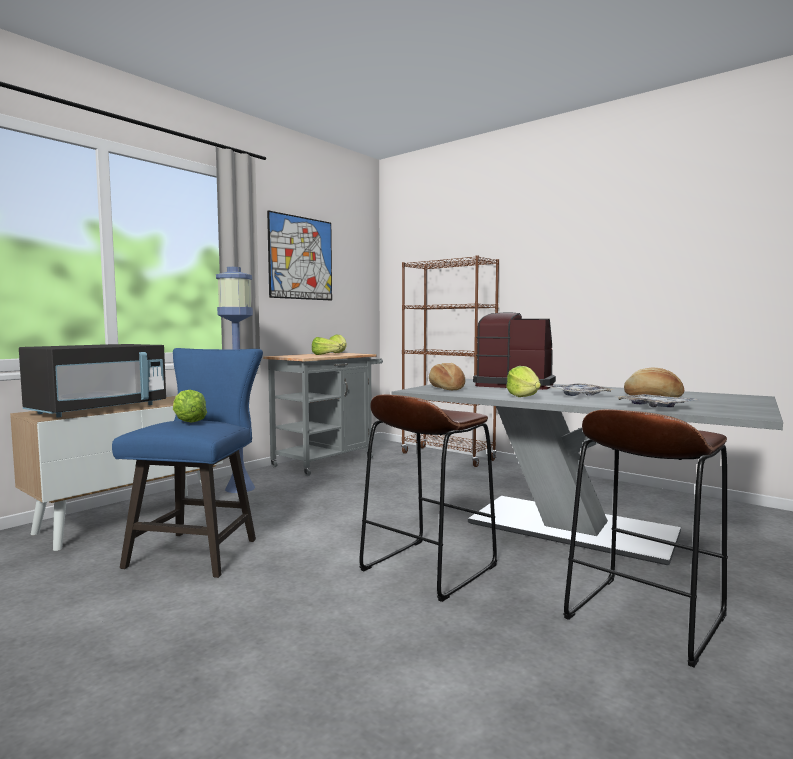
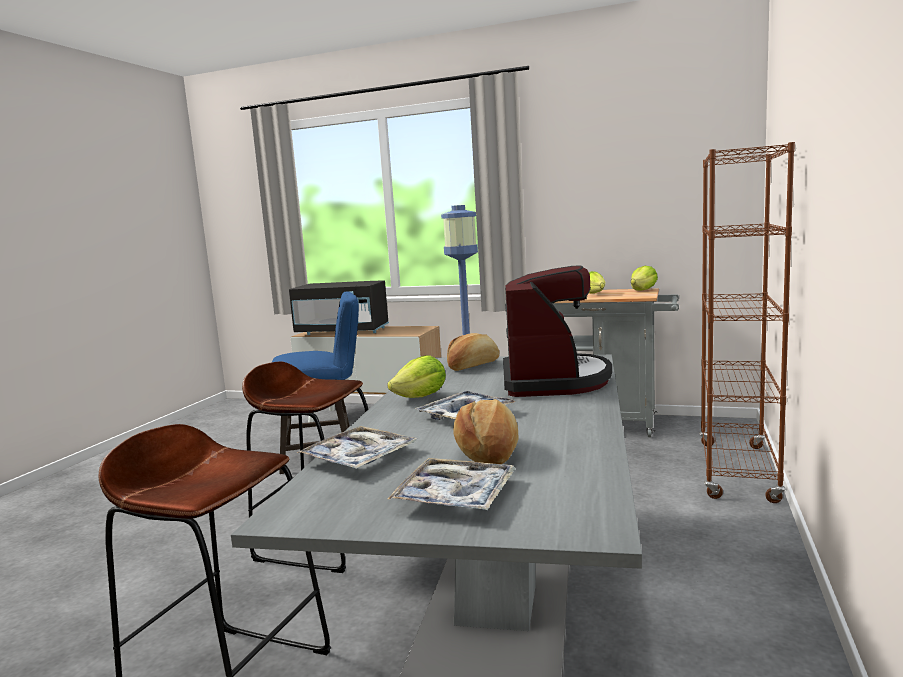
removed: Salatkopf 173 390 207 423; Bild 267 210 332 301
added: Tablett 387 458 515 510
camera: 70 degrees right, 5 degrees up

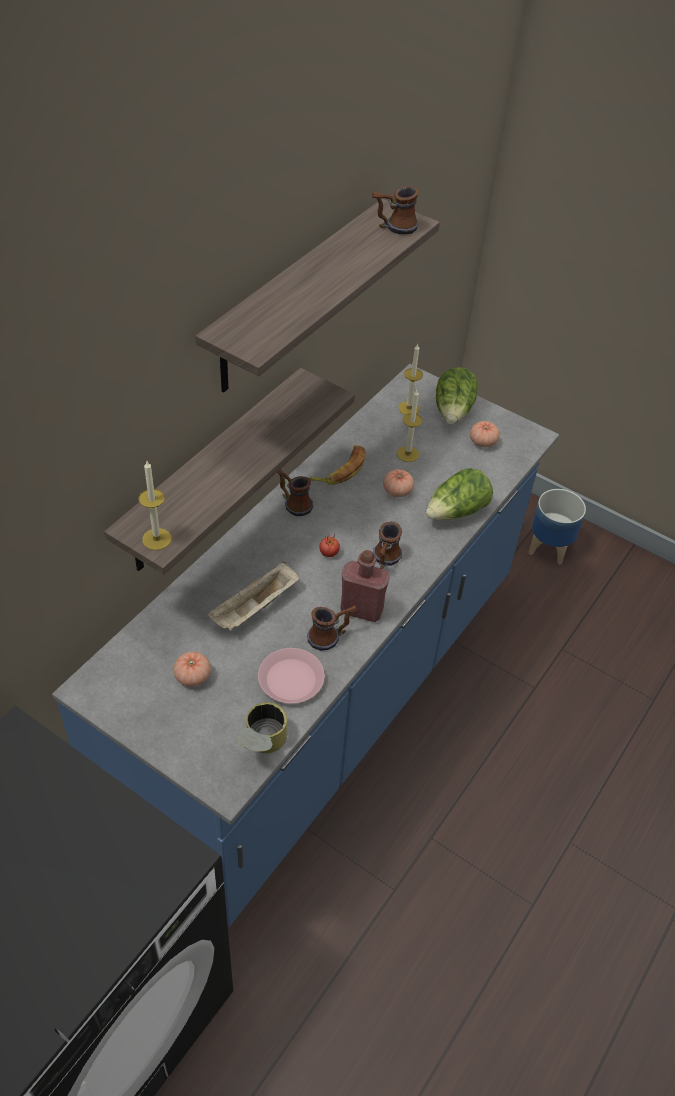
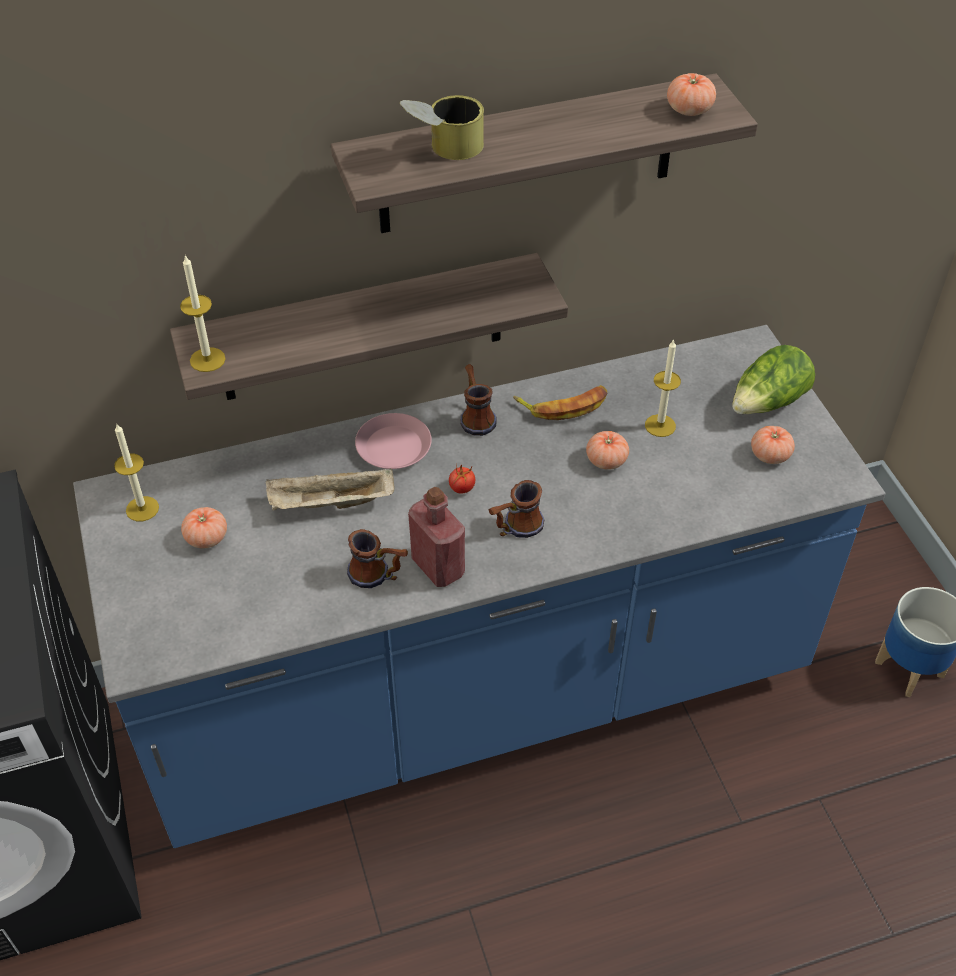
removed: Salatkopf 426 468 493 520
moved: Kerze 398 344 423 415 to 114 424 159 521; Teller (rosa) 258 648 325 704 to 355 413 432 469; Dose 237 702 287 753 to 400 95 484 160
replaced: Henkelbecher 372 186 419 234 to Tomate 667 73 716 116
camera: 40 degrees right, 0 degrees up

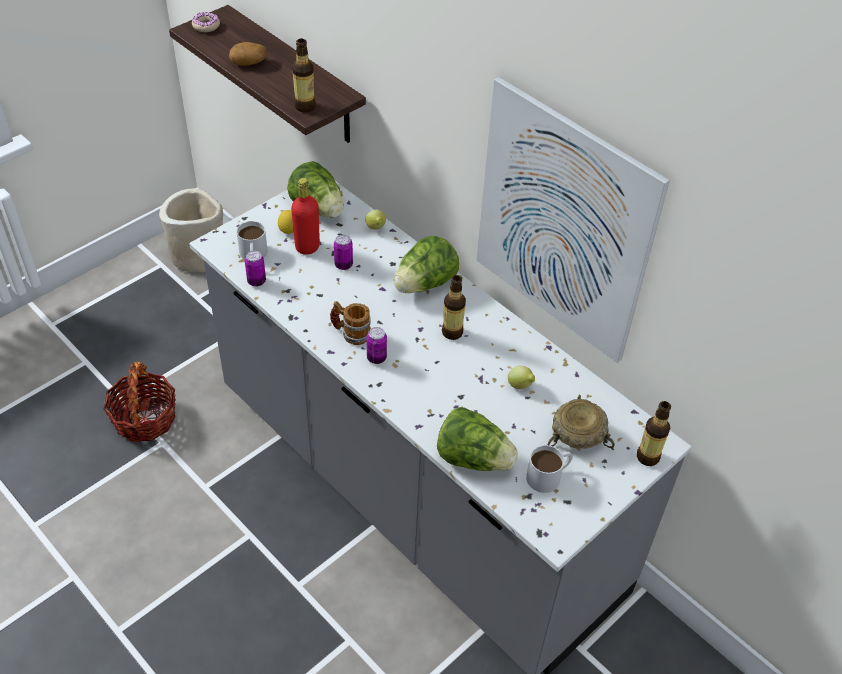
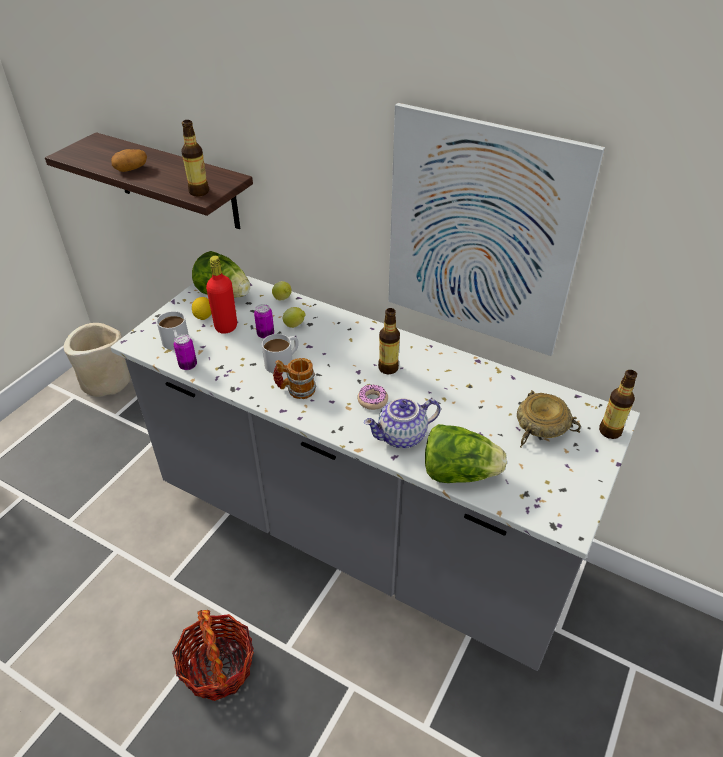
removed: Dose 367 327 387 364; Salatkopf 394 236 459 293
added: Teekanne 364 398 441 448
moved: Korb 103 362 176 442 to 172 610 254 701; Henkelbecher (weiß) 526 445 573 493 to 262 334 299 373; Zitrone 508 366 535 389 to 283 307 306 328; Donut 192 12 220 32 to 358 385 388 410
camera: 15 degrees left, 5 degrees down

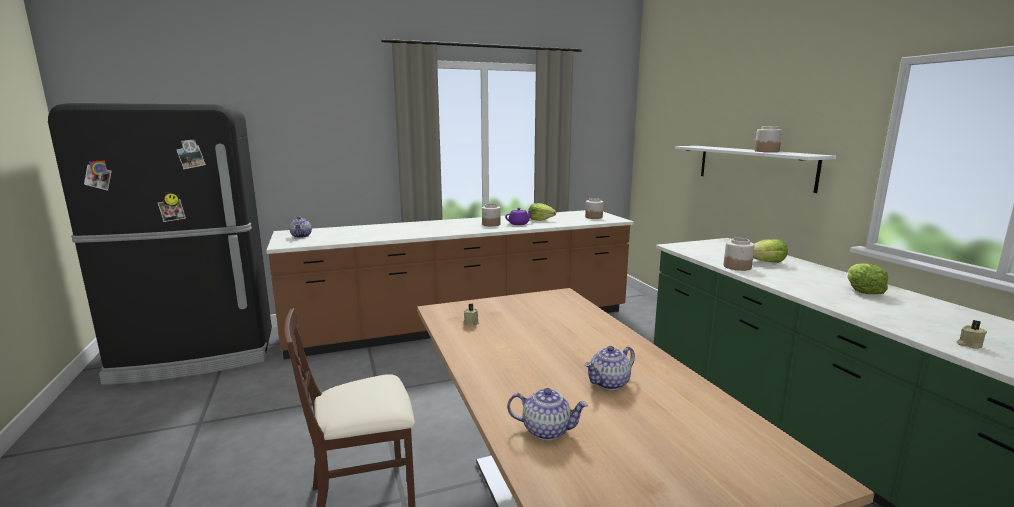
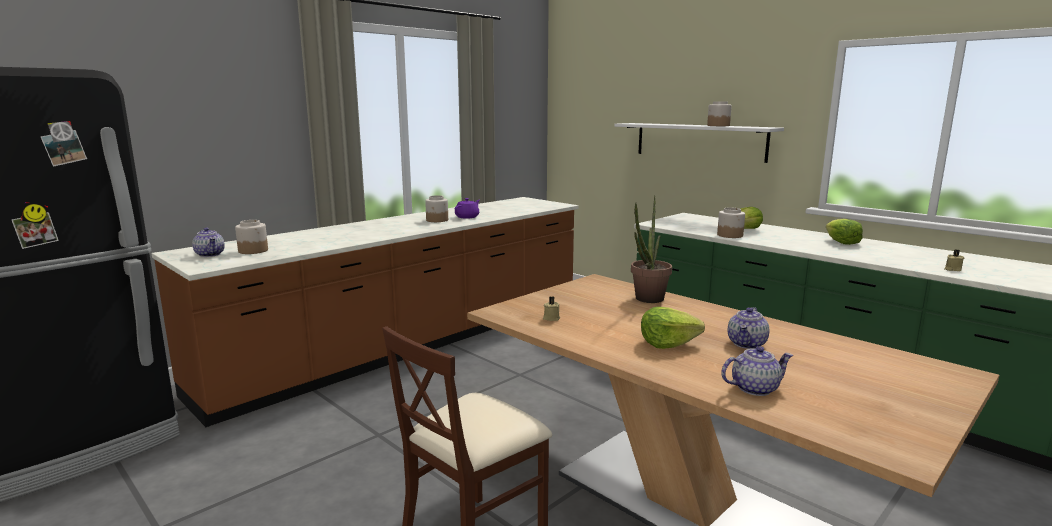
added: Topfpflanze 631 195 672 303
moved: Vorratsglas 585 198 603 219 to 235 220 268 254; Salatkopf 528 203 556 221 to 641 307 705 349
camera: 25 degrees left, 0 degrees up

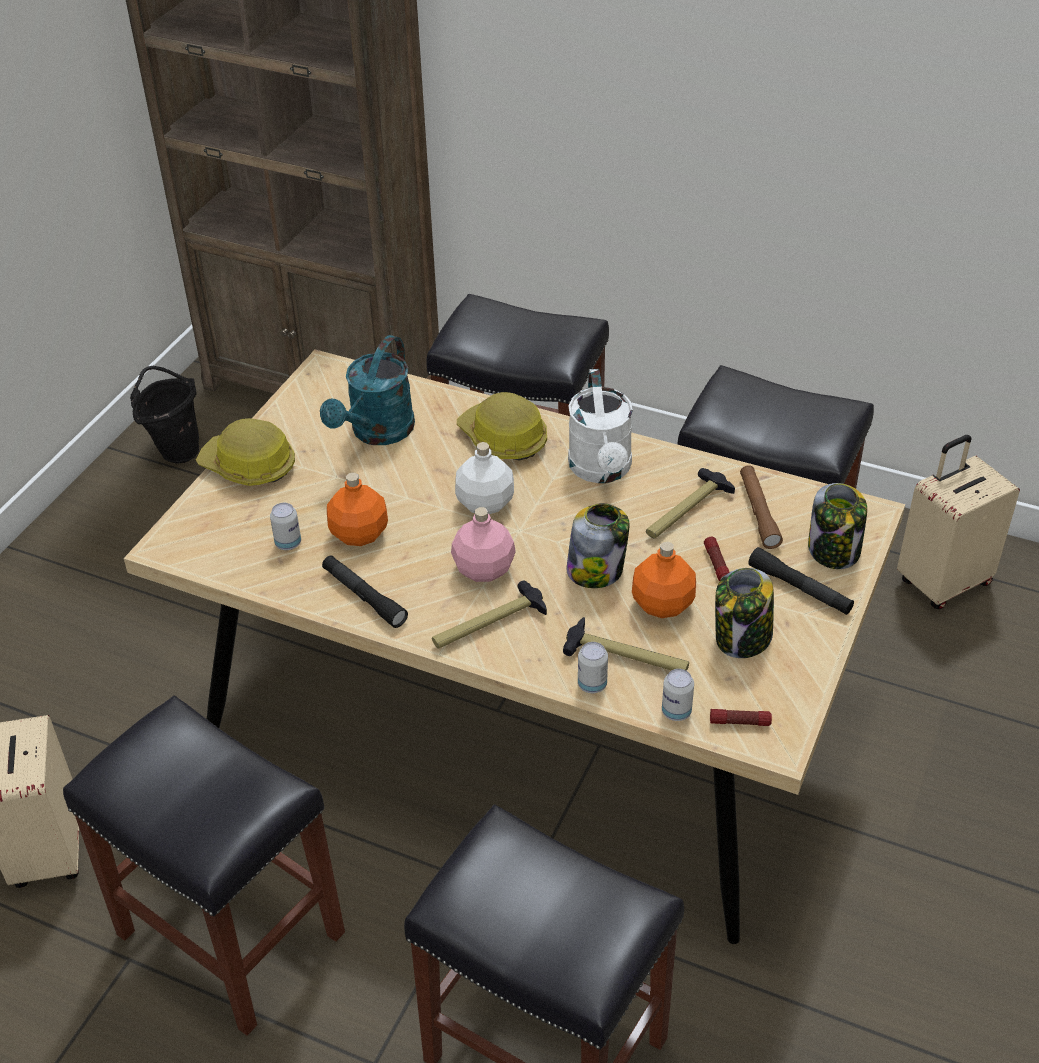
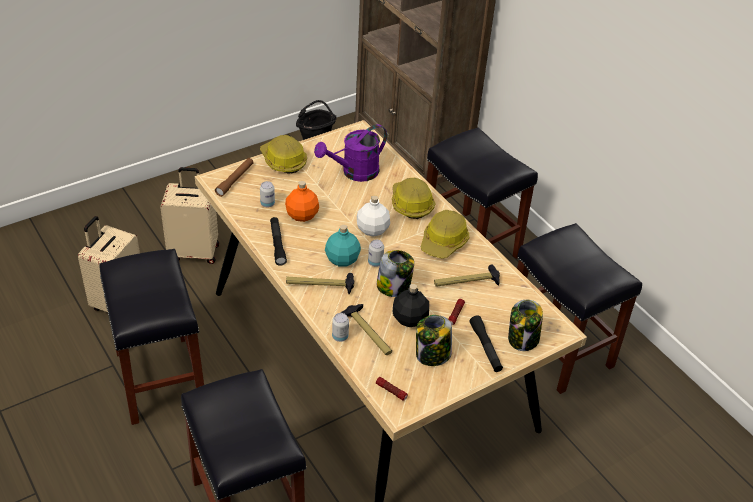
moved: Koffer (beige) 897 435 1020 609 to 160 167 219 264; Taschenlampe (braun) 740 465 783 549 to 215 158 254 197; Dose 662 669 694 721 to 368 240 384 267
replaced: Gießkanne (weiß) 568 369 633 483 to Schutzhelm 421 210 469 259
recoloured: Gießkanne (türkis) 320 335 415 445 to Gießkanne (lila) 314 124 387 182; Flasche (rosa) 451 507 516 582 to Flasche (türkis) 325 225 361 267; Flasche (orange) 632 542 696 618 to Flasche (schwarz) 392 284 429 327
camera: 30 degrees right, 0 degrees up

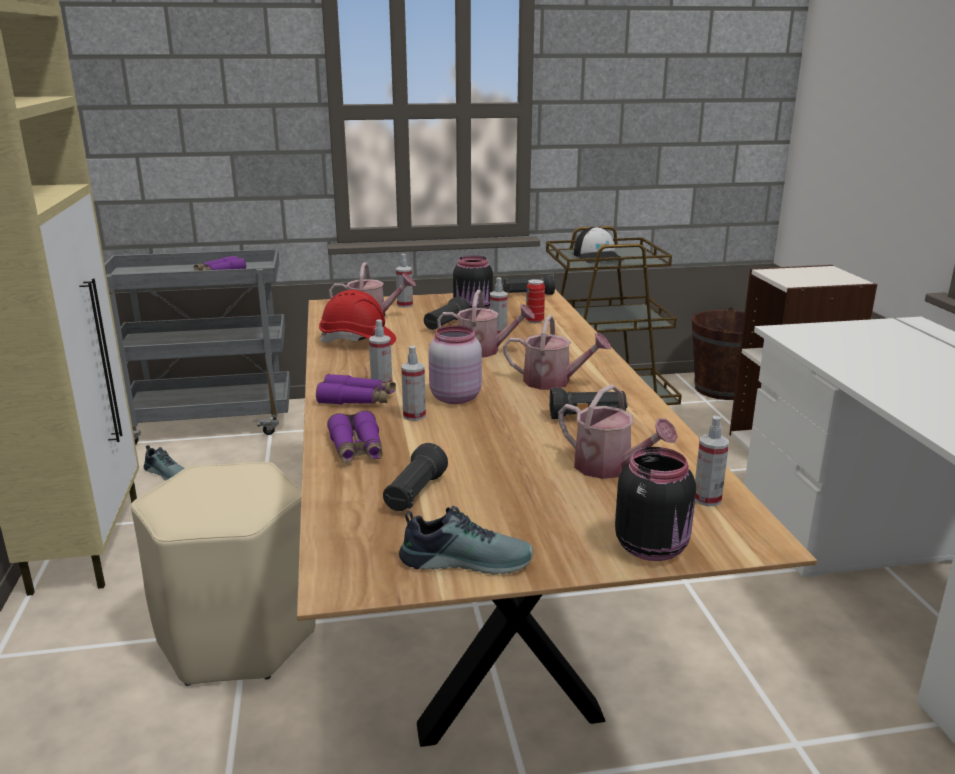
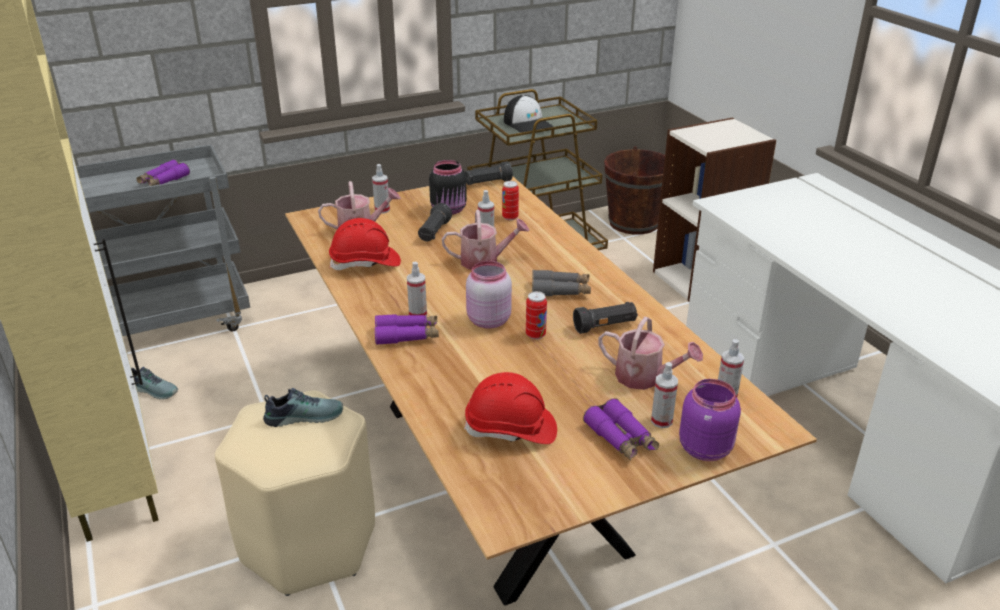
added: Dose 526 291 547 340
moved: Schuh 399 506 533 575 to 263 388 343 427; Fernglas (lila) 327 410 383 463 to 583 398 659 460; Sprühflasche 401 346 426 421 to 651 362 678 428
replaced: Taschenlampe (schwarz) 383 443 448 511 to Schutzhelm (rot) 464 372 557 444; Gießkanne 503 315 611 390 to Fernglas (grau) 532 270 591 297
recoloured: Vorratsglas (schwarz) 615 447 696 561 to Vorratsglas (lila) 679 379 741 461
camera: 15 degrees left, 10 degrees up

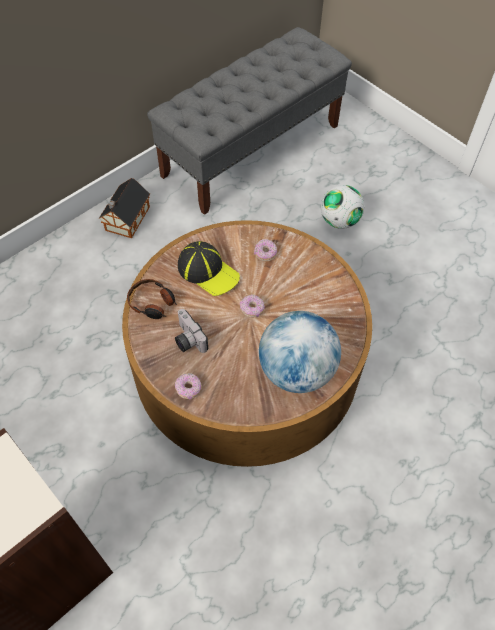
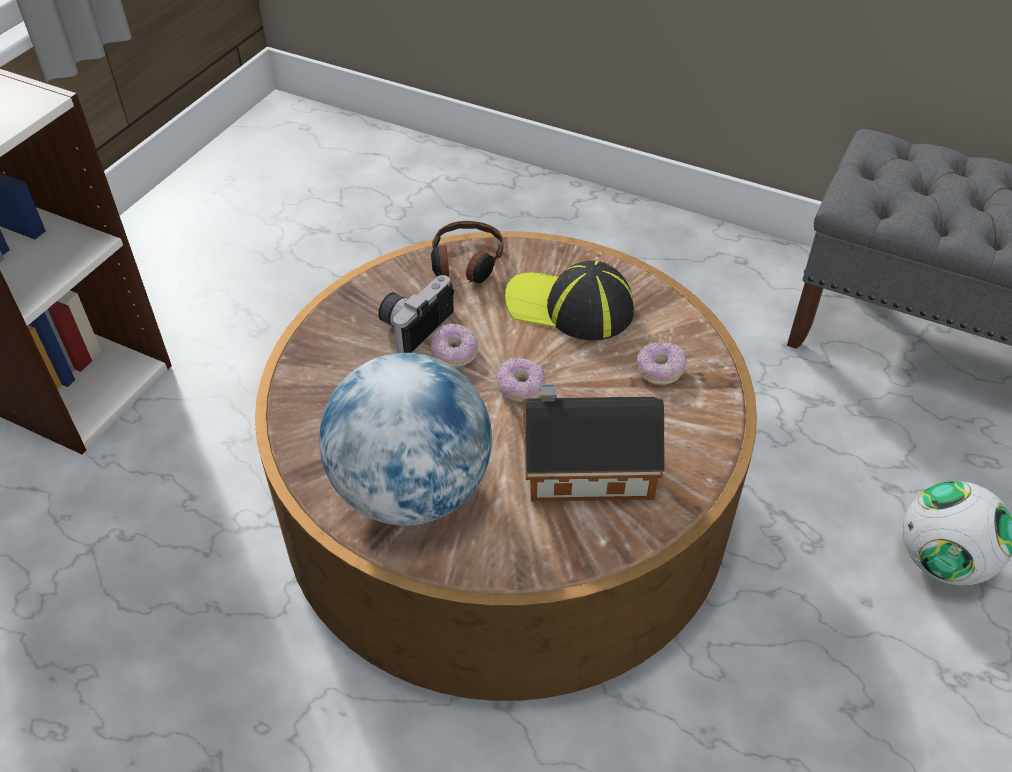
moved: Donut 175 373 202 400 to 431 324 478 367; Spielzeughaus 99 178 150 238 to 523 384 665 502
turned: Kappe 178 241 240 296 = 505 261 634 341 90 degrees clockwise
camera: 70 degrees right, 10 degrees down

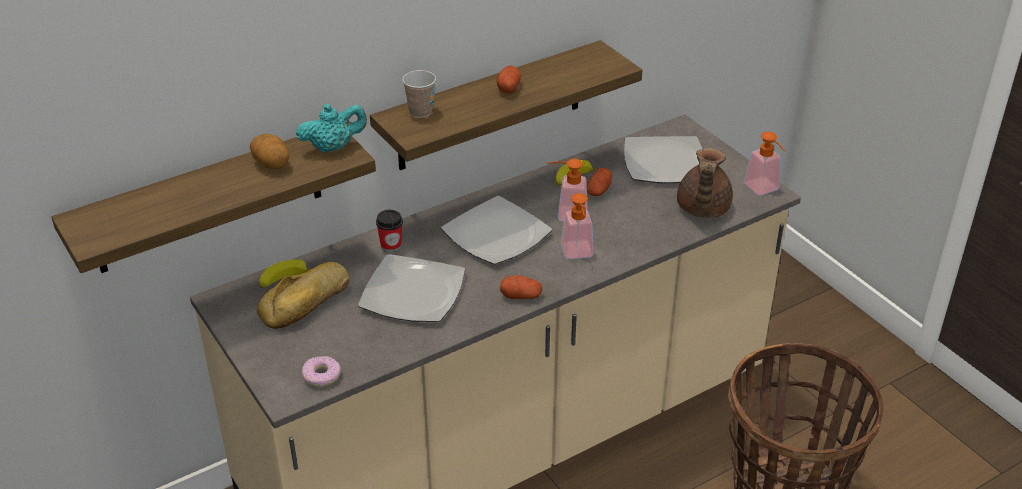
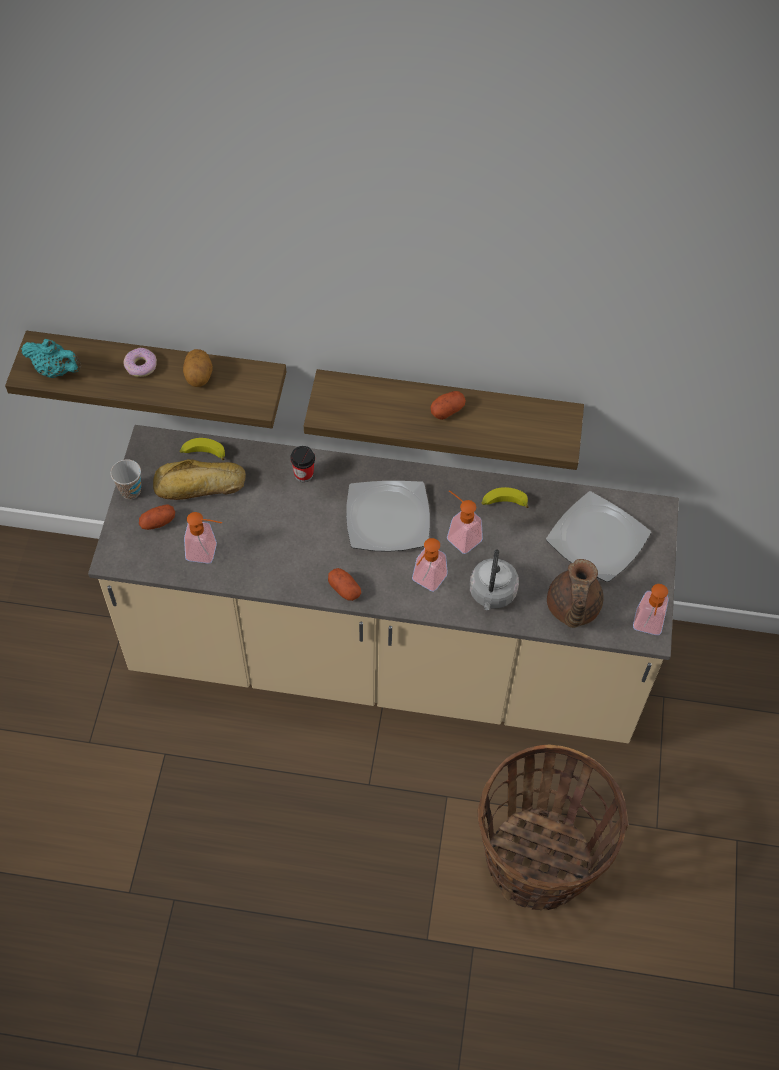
removed: Teller 358 254 465 322
added: Seifenspender 184 512 222 564; Wasserkessel (grau) 470 550 519 610
moved: Teekanne (türkis) 296 103 367 153 to 21 339 81 378; Tasse 402 70 436 118 to 110 459 141 499; Donut 301 356 341 387 to 123 348 157 377; Kartoffel 586 168 612 196 to 139 504 175 530
turned: Teekanne (braun) 677 148 733 218 = 547 559 604 628 45 degrees counterclockwise
camera: 40 degrees right, 20 degrees up

